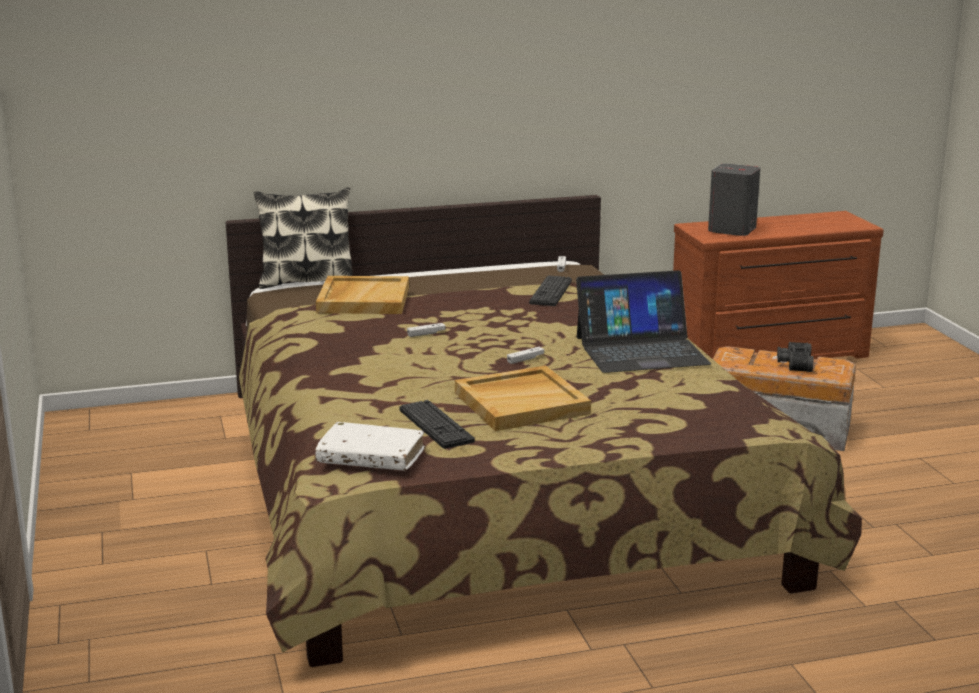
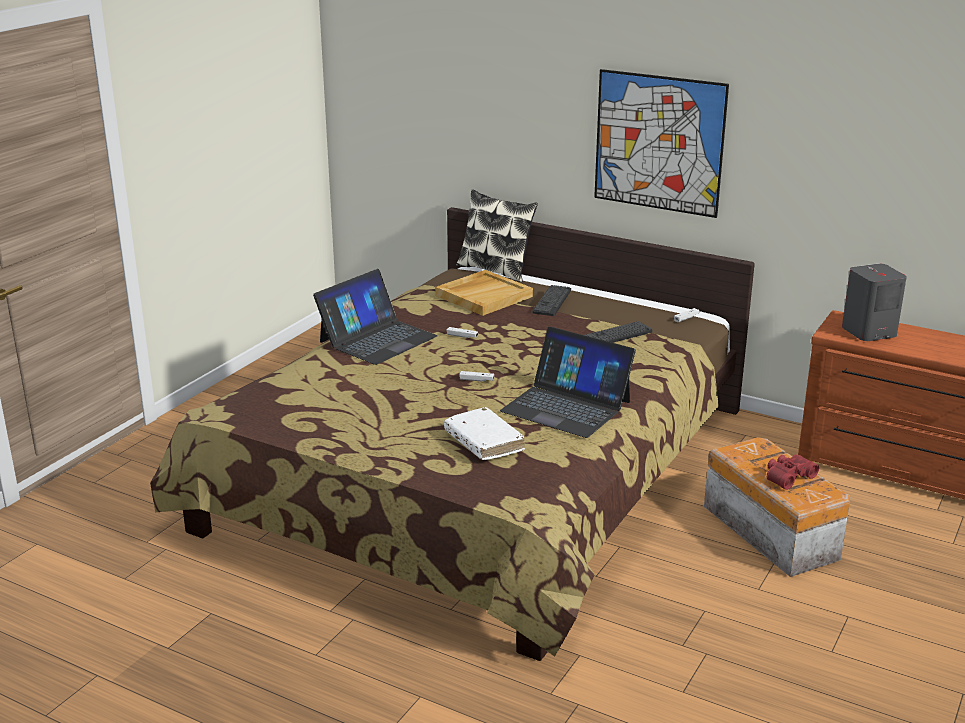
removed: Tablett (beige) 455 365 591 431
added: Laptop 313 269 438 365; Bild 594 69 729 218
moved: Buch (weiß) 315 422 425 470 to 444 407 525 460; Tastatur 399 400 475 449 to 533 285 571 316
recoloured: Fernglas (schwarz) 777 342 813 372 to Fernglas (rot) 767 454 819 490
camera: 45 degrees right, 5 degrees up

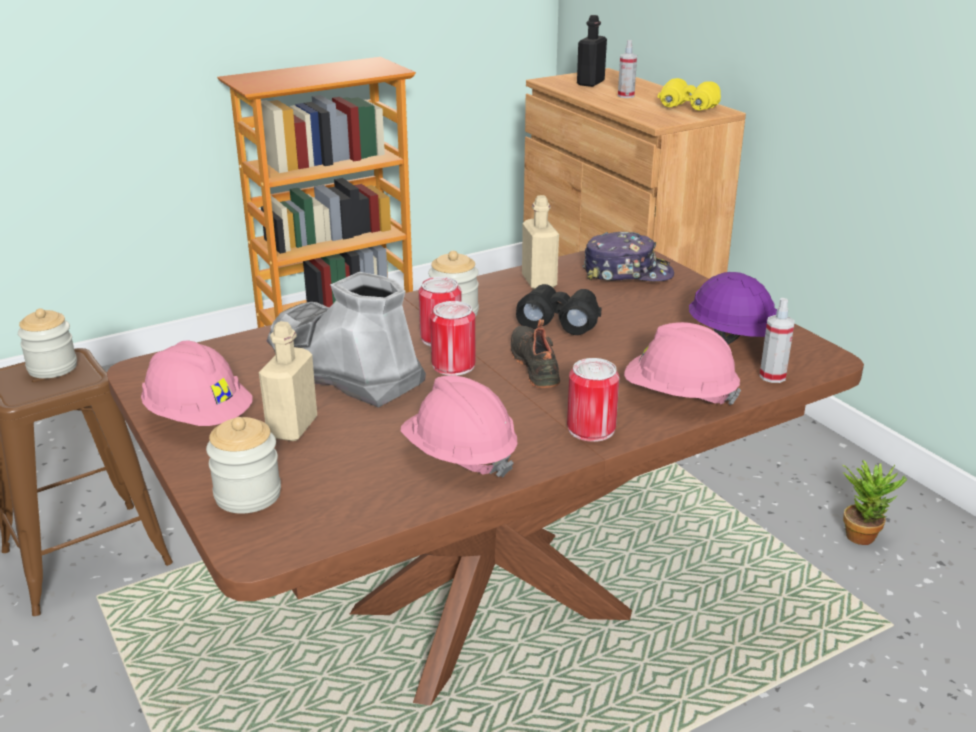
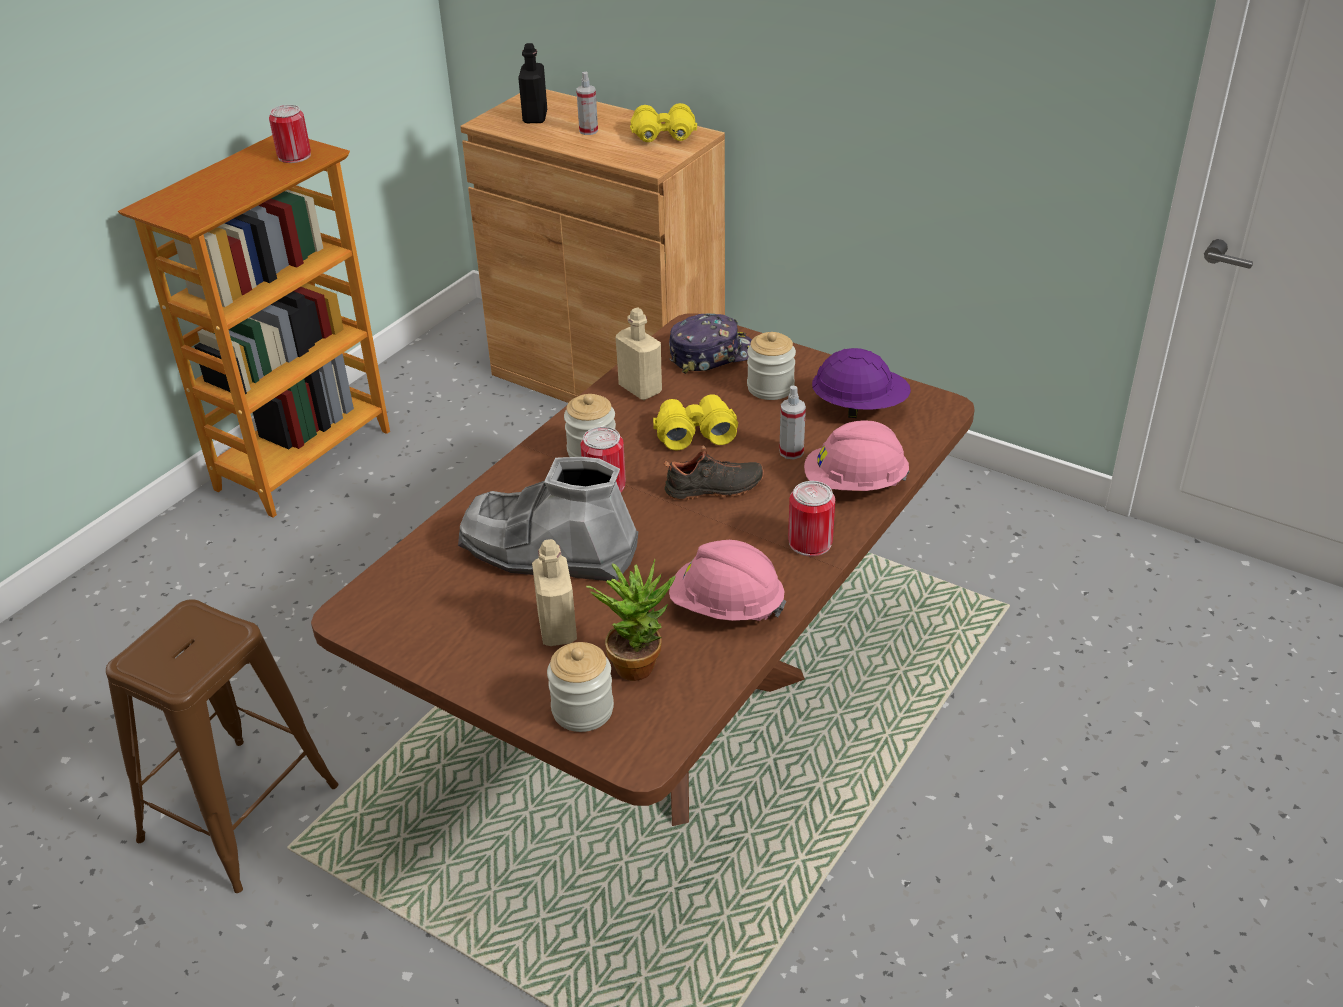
removed: Schutzhelm (rosa) 141 340 253 426
moved: Dose 430 301 476 376 to 269 105 311 163; Topfpflanze 842 460 908 545 to 586 559 676 681; Vorratsglas 18 308 77 378 to 747 332 796 400; Sprühflasche 759 298 795 383 to 779 386 806 459
recoloured: Fernglas (schwarz) 516 284 601 335 to Fernglas (gelb) 653 394 738 450
turned: Schuh (schwarz) 511 319 560 388 = 664 446 764 500 120 degrees clockwise
camera: 25 degrees left, 10 degrees up

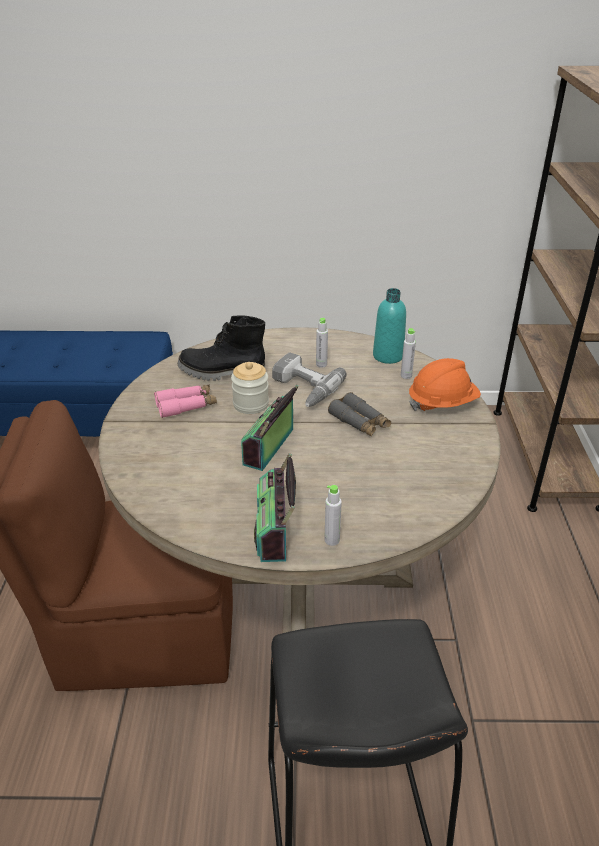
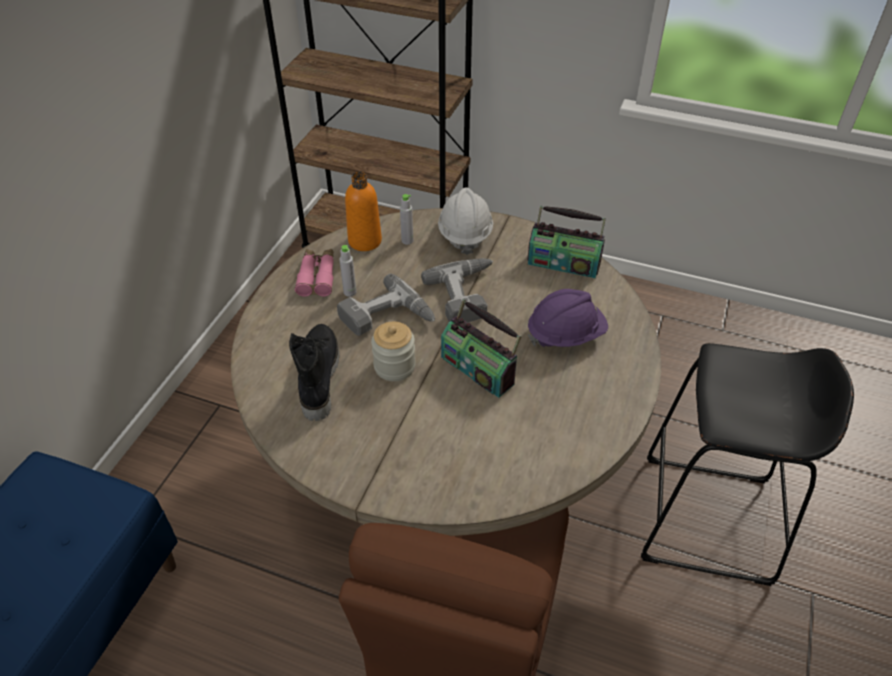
removed: Flasche (grau) 324 485 342 546
added: Schutzhelm (lila) 528 289 608 348
moved: Fernglas (rosa) 154 385 217 418 to 295 249 334 297; Radio 254 453 296 562 to 527 205 606 278
replaced: Fernglas (grau) 328 392 391 437 to Bohrmaschine 421 258 493 322
recoloured: Flasche (türkis) 373 288 406 364 to Flasche (orange) 345 172 382 251; Schutzhelm (orange) 409 358 481 411 to Schutzhelm (weiß) 438 187 493 255
turned: Stiefel (schwarz) 178 316 265 381 = 289 324 339 421 150 degrees clockwise
camera: 70 degrees left, 10 degrees up

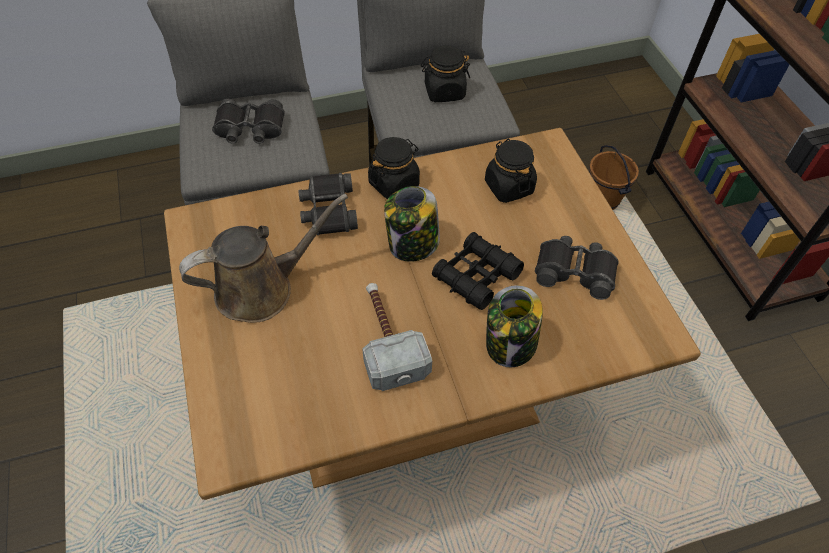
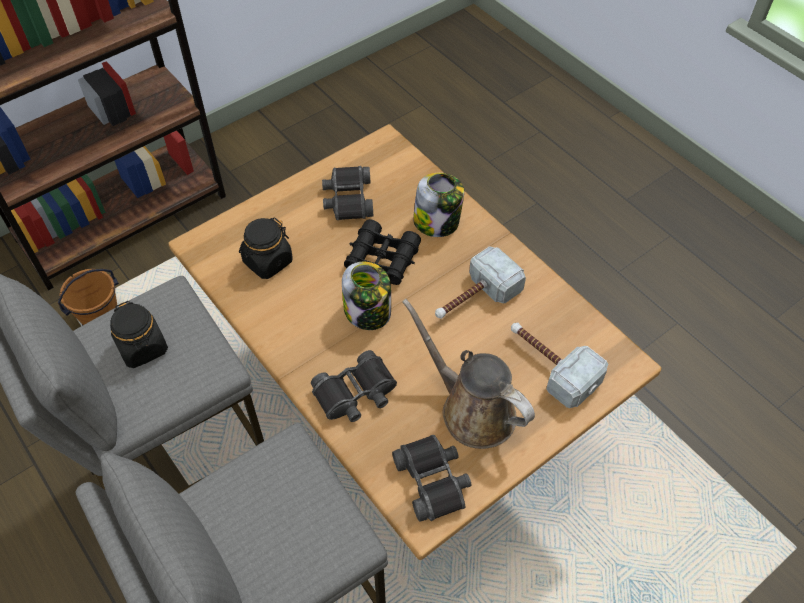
removed: Vorratsglas (schwarz) 368 137 420 199
added: Hammer 511 323 608 408
moved: Fernglas (schwarz) 212 99 285 144 to 392 435 471 522
camera: 110 degrees left, 0 degrees up

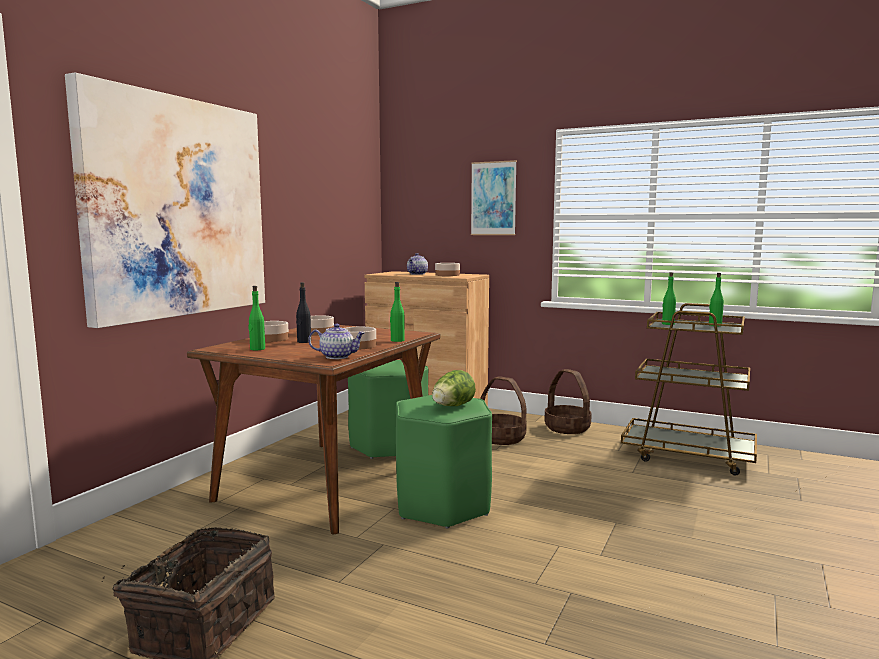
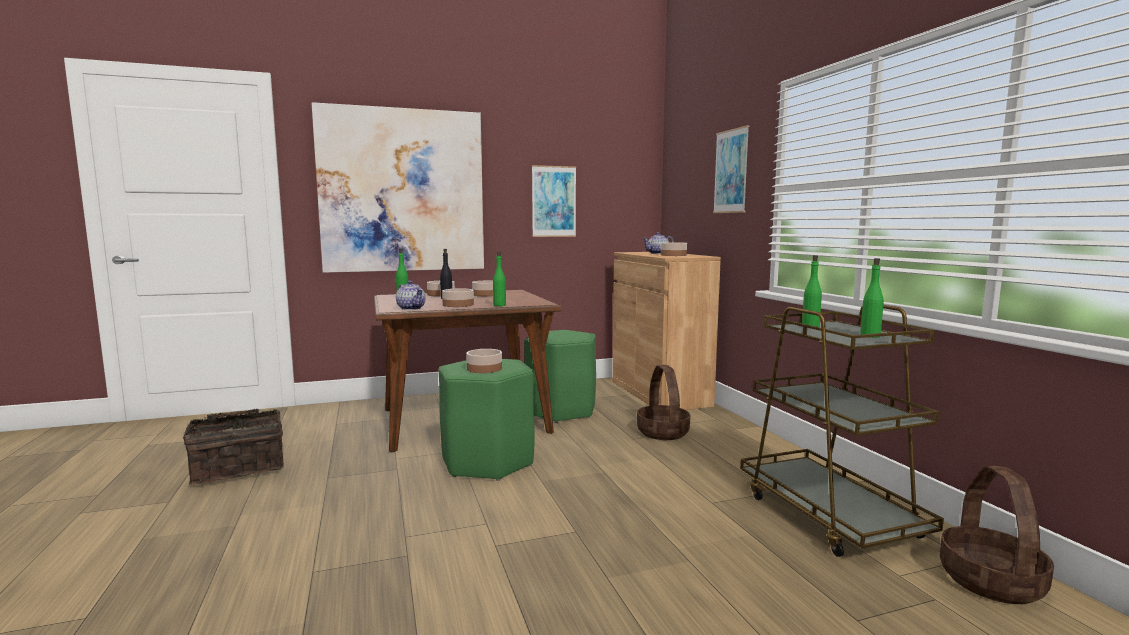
added: Bild 532 165 576 237
moved: Korb 544 369 592 434 to 940 466 1054 604
replaced: Salatkopf 432 370 476 406 to Schüssel 466 349 502 373
camera: 45 degrees right, 0 degrees up

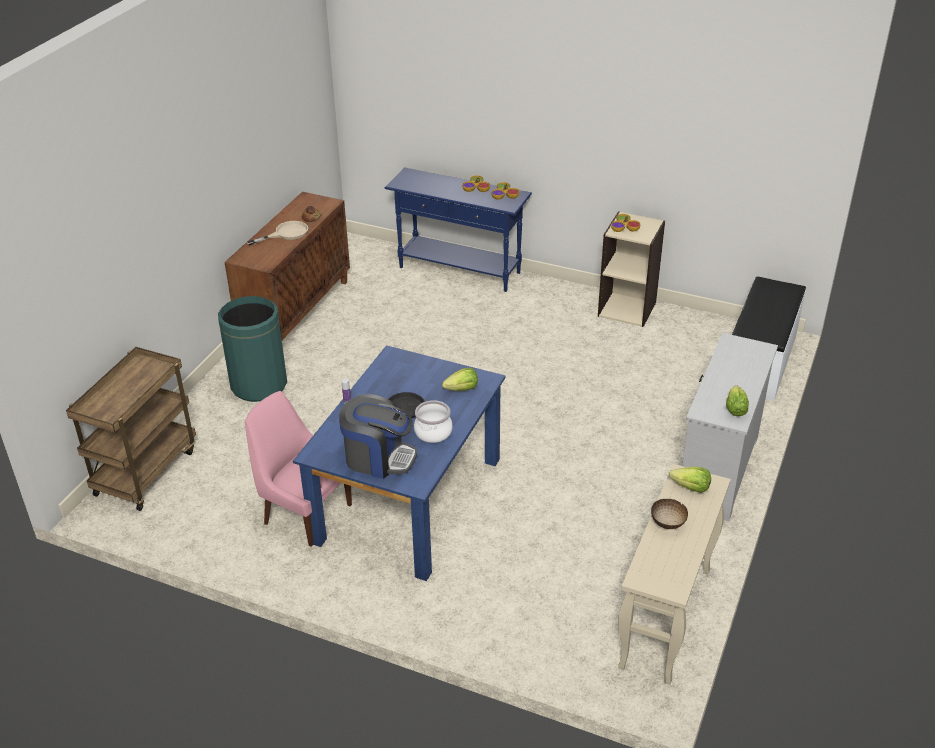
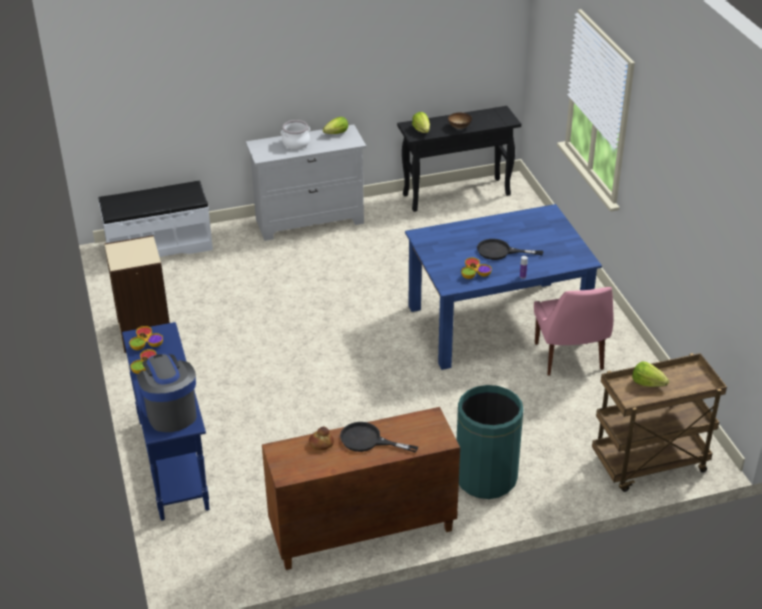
moved: Kaffeemaschine 339 394 417 479 to 136 353 197 432; Kochtopf 414 400 453 443 to 281 120 310 149; Schüssel 611 214 641 232 to 461 258 492 279; Salatkopf 442 368 478 391 to 632 361 669 387
recoloured: Pfanne (beige) 247 221 308 246 to Pfanne (schwarz) 340 422 418 453; Konsolentisch (beige) 618 464 731 685 to Konsolentisch (schwarz) 397 106 521 212
camera: 130 degrees left, 0 degrees up

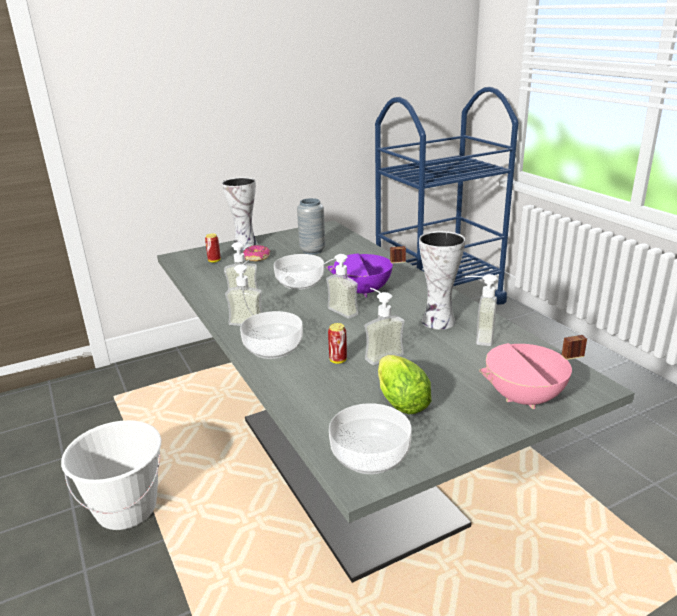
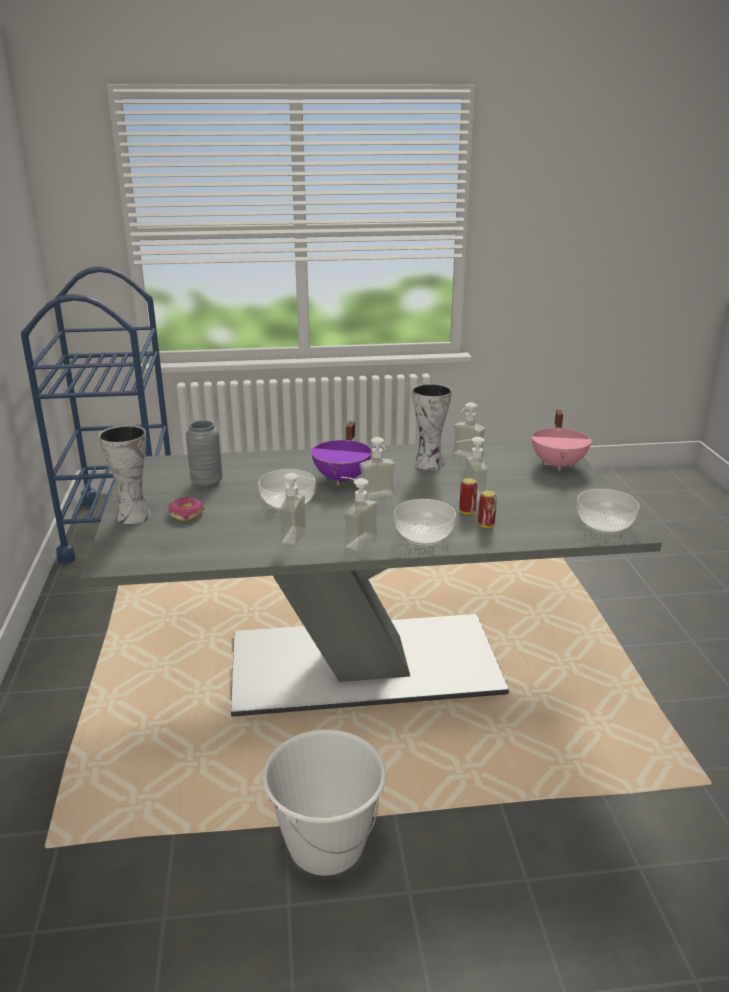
removed: Salatkopf 378 355 431 414
moved: Dose 205 233 221 263 to 478 490 497 528
camera: 70 degrees left, 0 degrees up

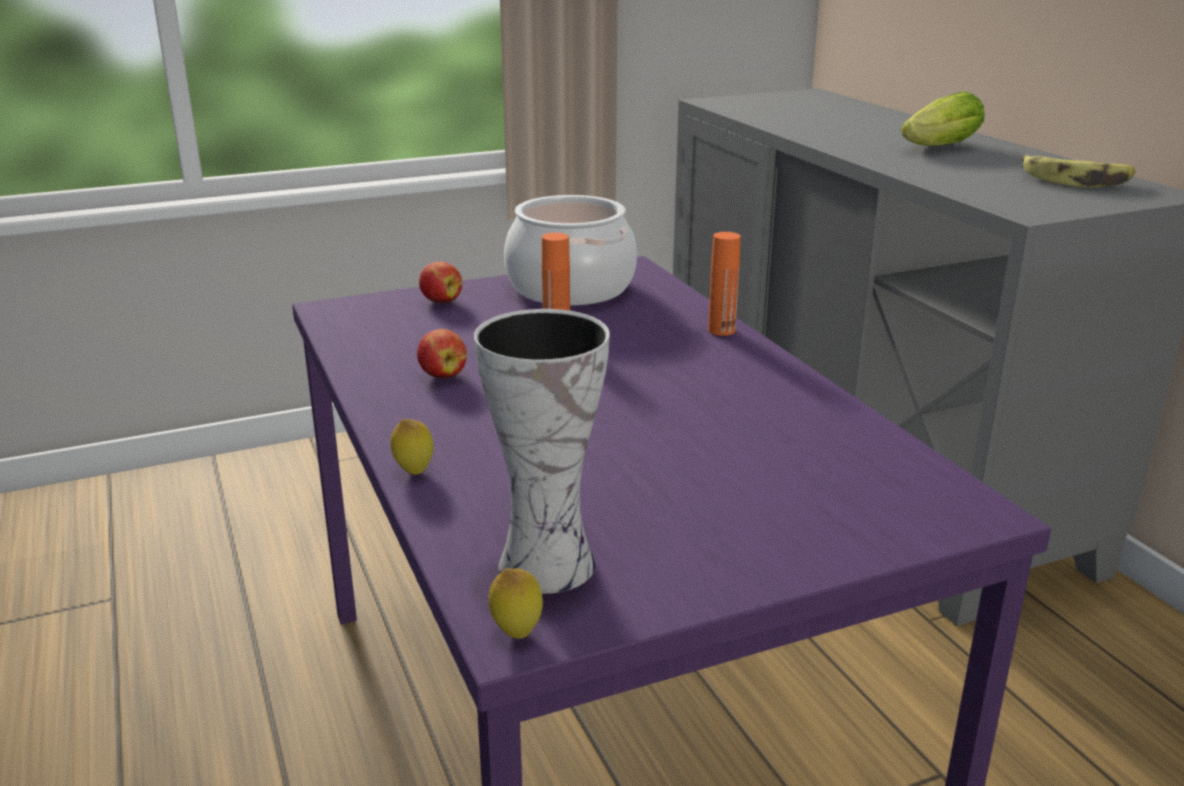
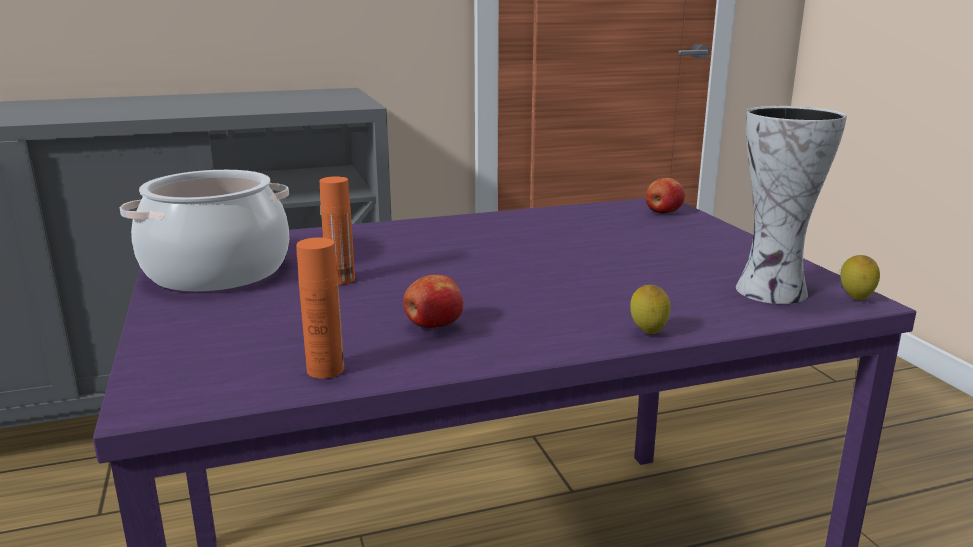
removed: Salatkopf 901 91 985 146; Banane 1022 155 1136 187
moved: Flasche (orange) 708 232 741 336 to 296 237 344 379; Apfel 419 261 462 303 to 645 178 685 214
camera: 85 degrees left, 5 degrees down

